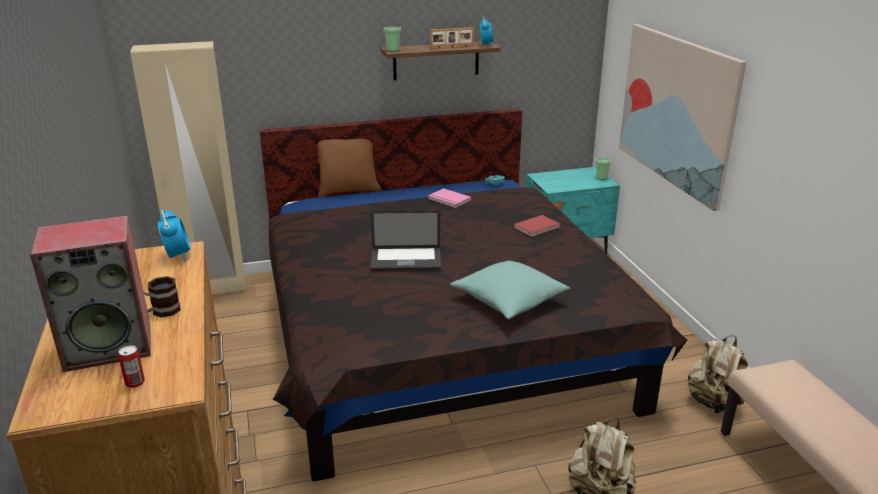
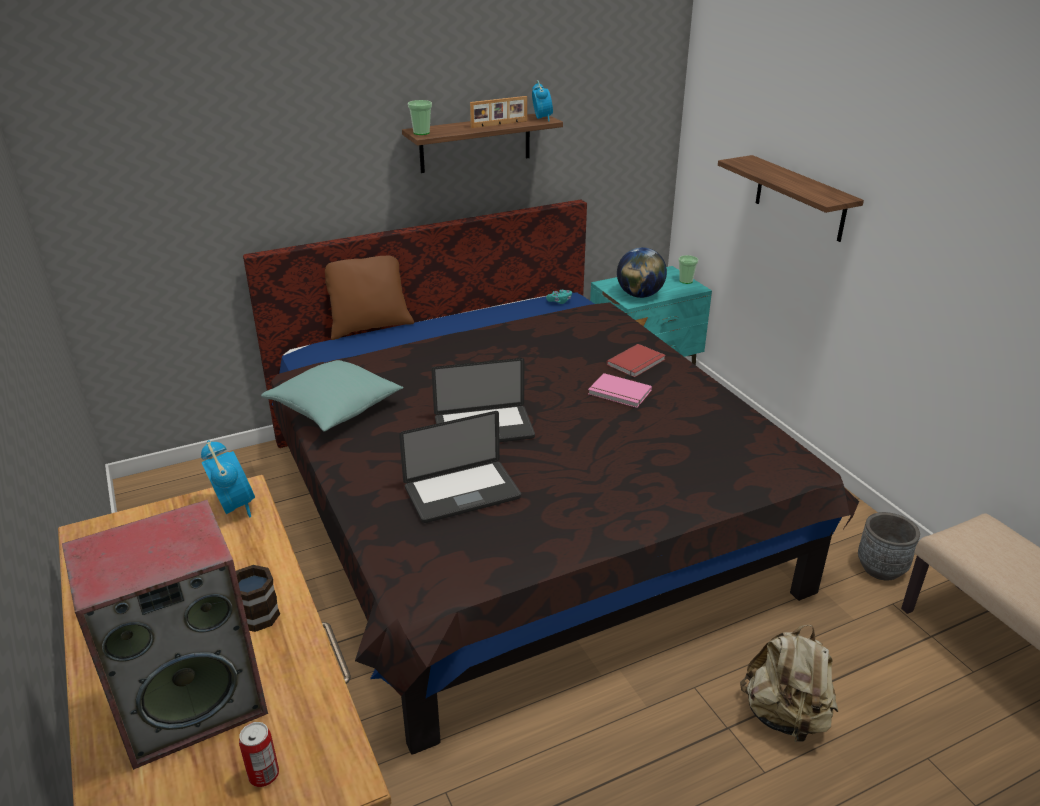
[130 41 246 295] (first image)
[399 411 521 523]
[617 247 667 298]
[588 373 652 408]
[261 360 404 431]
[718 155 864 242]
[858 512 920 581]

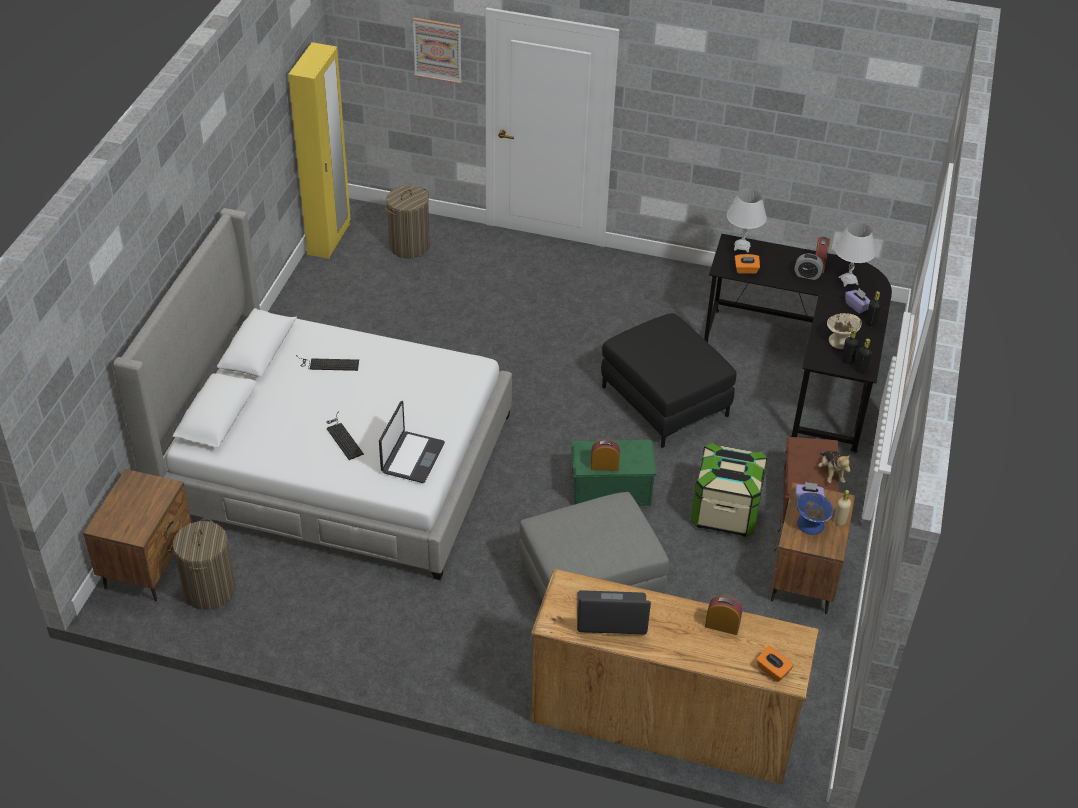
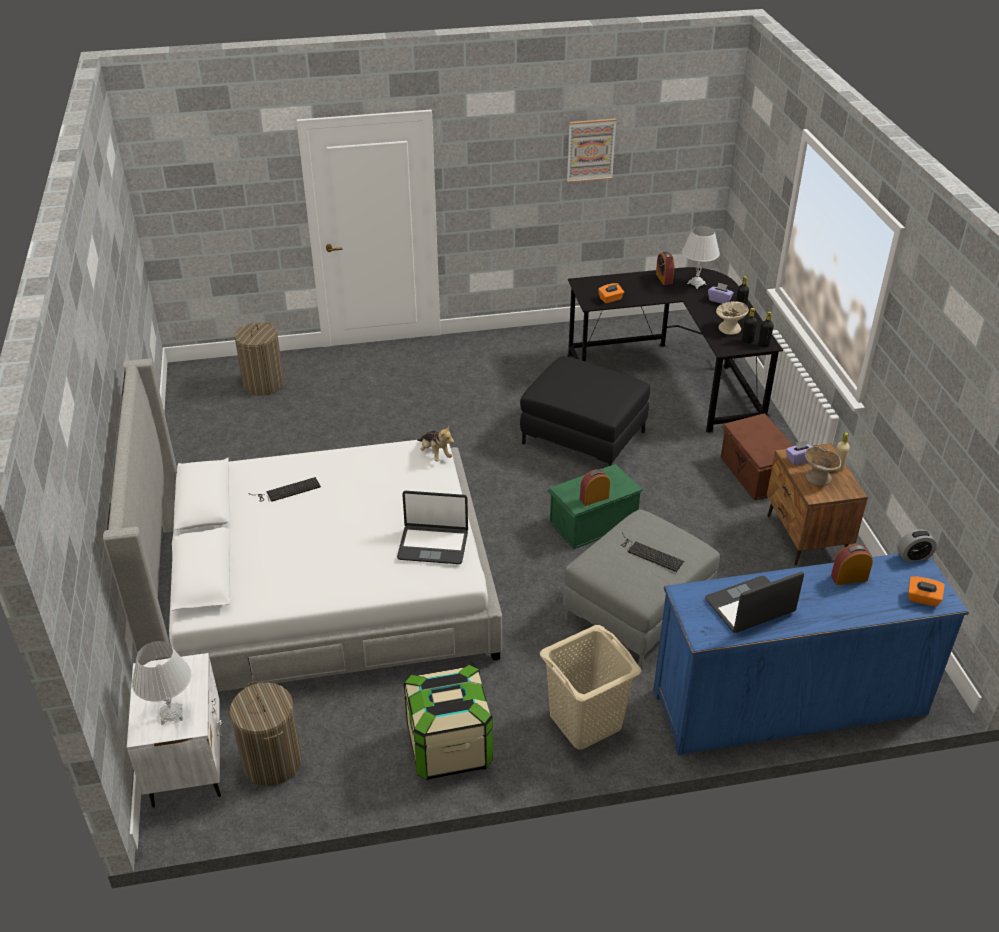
[288 42 351 259] (first image)
[540 625 641 750]
[621 532 684 572]
[567 118 617 183]
[404 665 493 780]
[132 641 191 725]
[897 530 937 562]
[417 426 454 462]
[127 653 222 808]
[653 553 969 755]
[805 446 841 486]
[397 491 468 564]

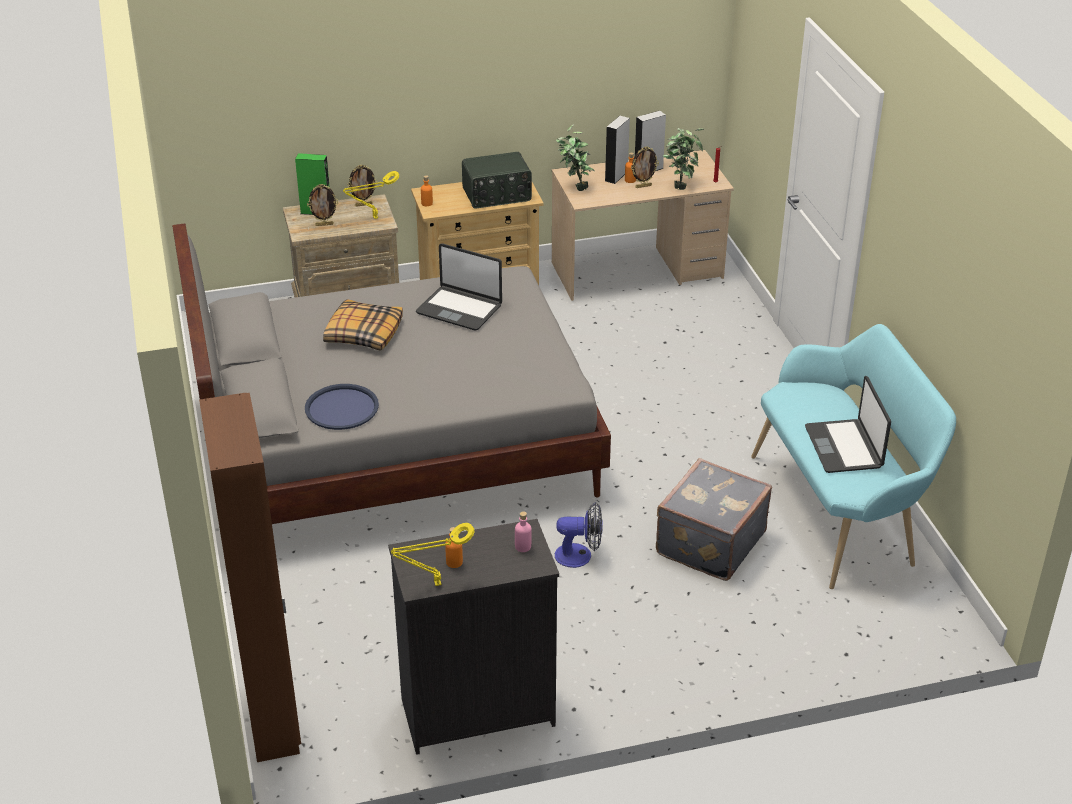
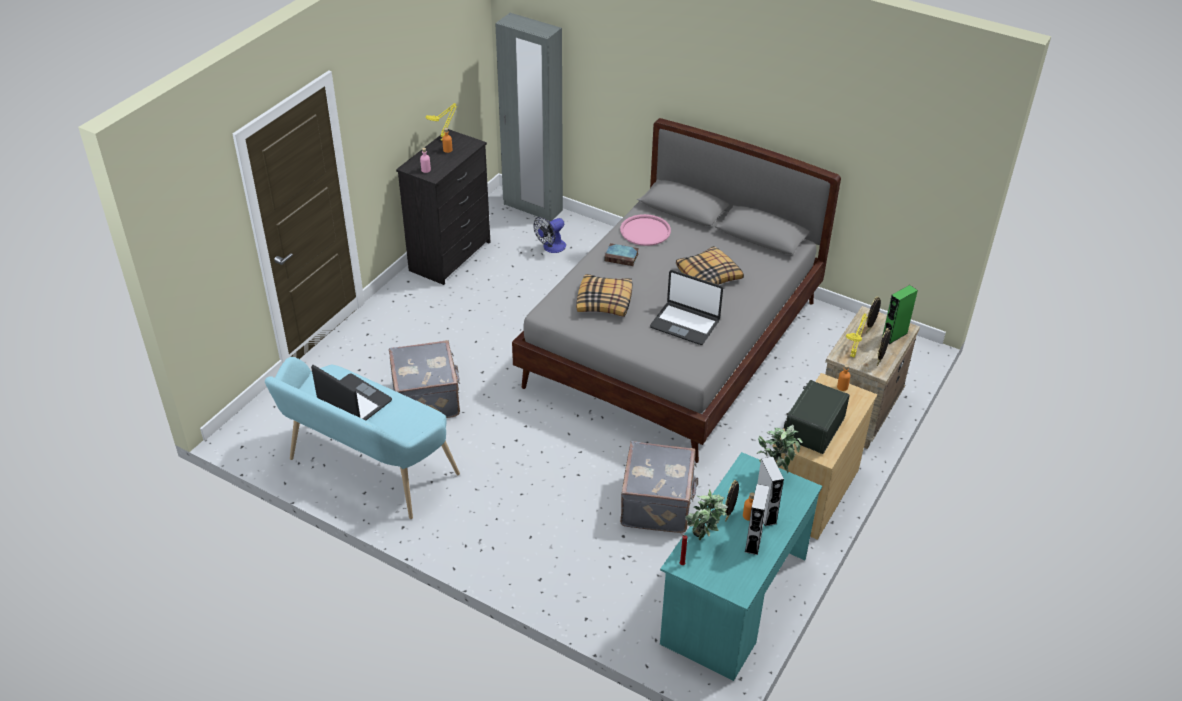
[576 274 633 317]
[604 243 639 266]
[620 441 698 533]
[533 217 566 253]
[495 13 563 221]
[620 214 671 246]
[660 452 822 681]
[650 270 723 345]

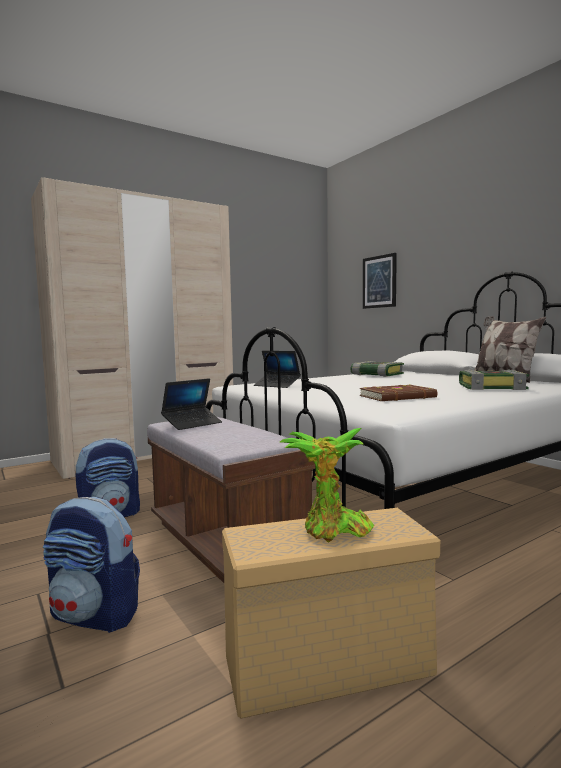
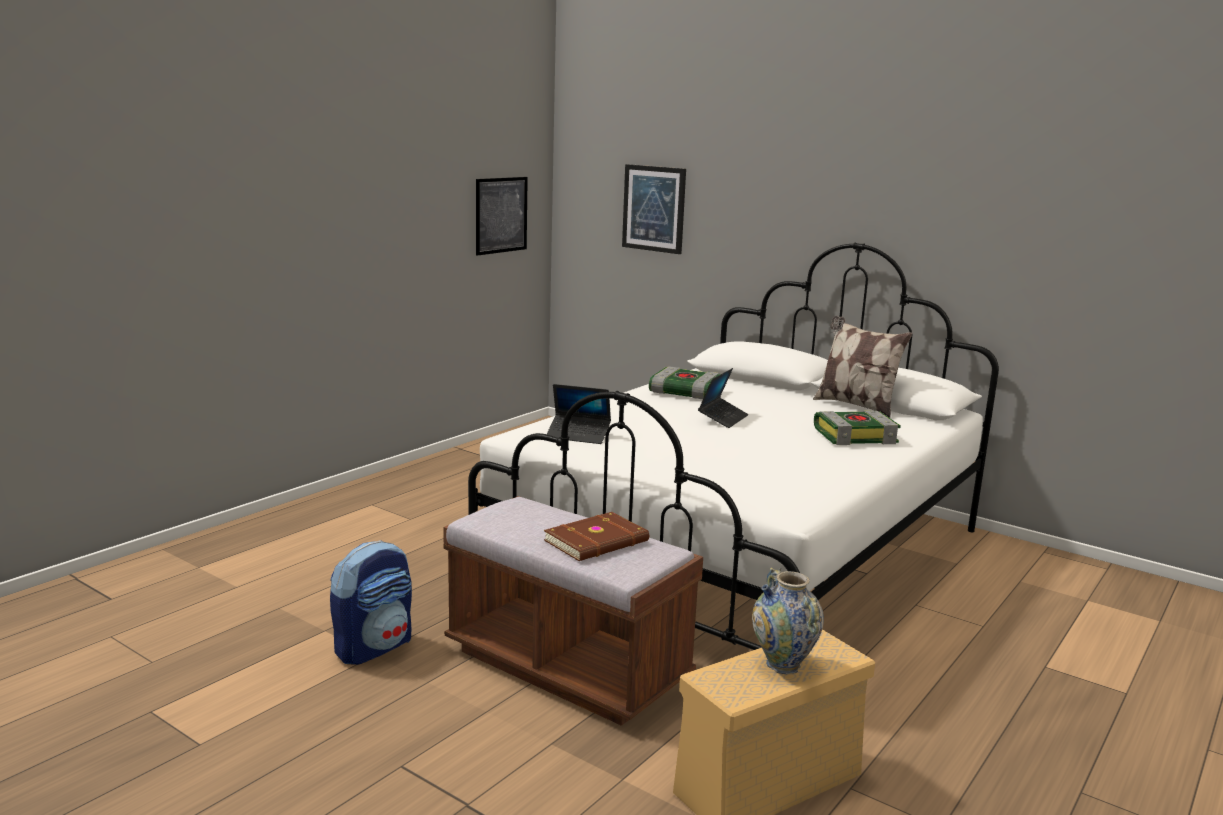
[31 177 233 479] (first image)
[43 497 140 633] (first image)
[476 177 528 256]
[698 368 749 428]
[544 512 649 561]
[752 567 824 674]

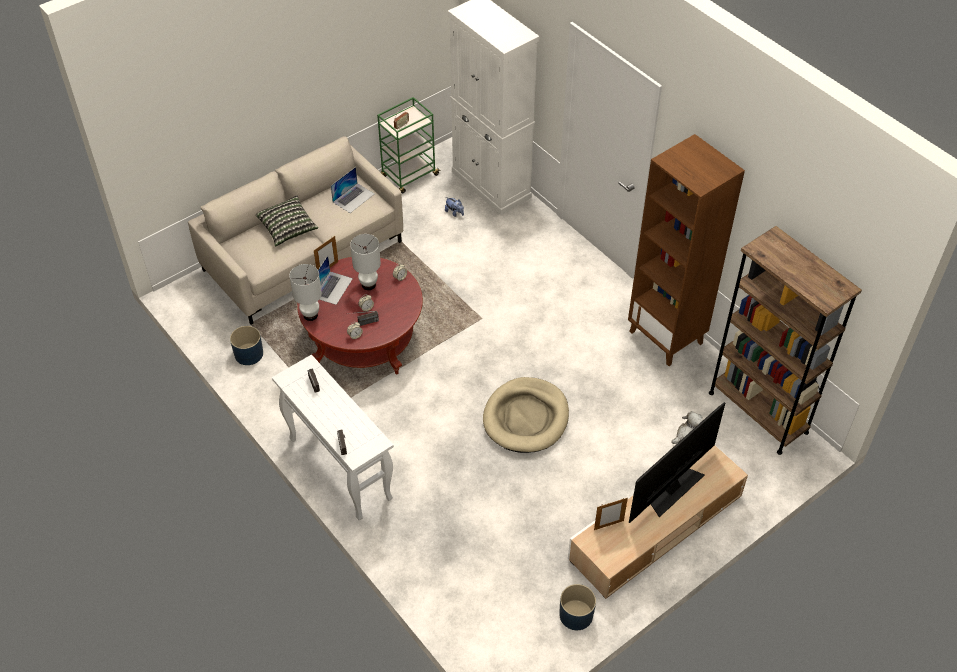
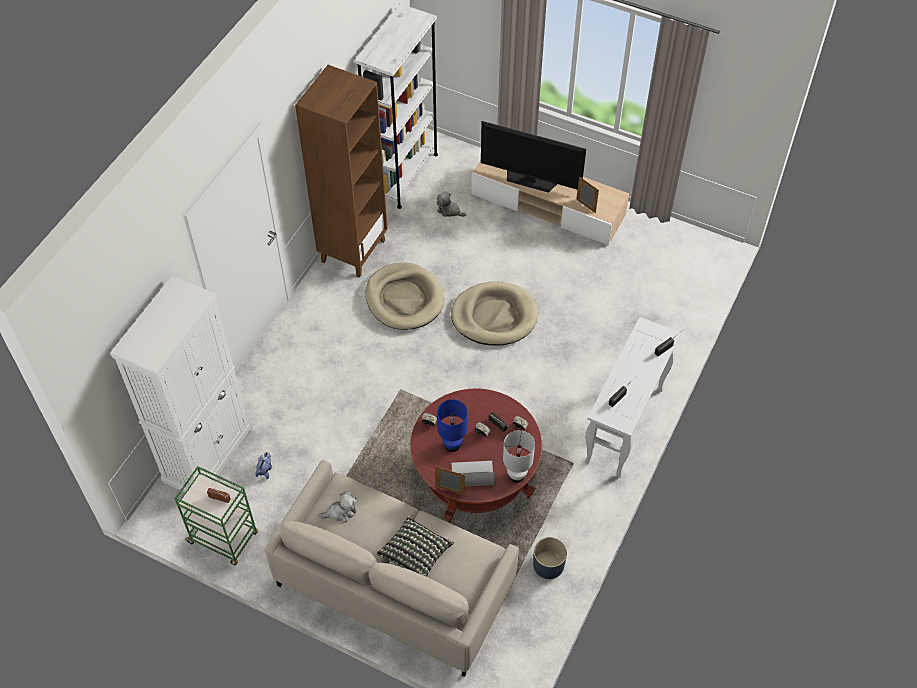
[559 584 596 630] (first image)
[366 262 445 330]
[318 492 357 523]
[437 399 468 452]
[355 4 438 209]

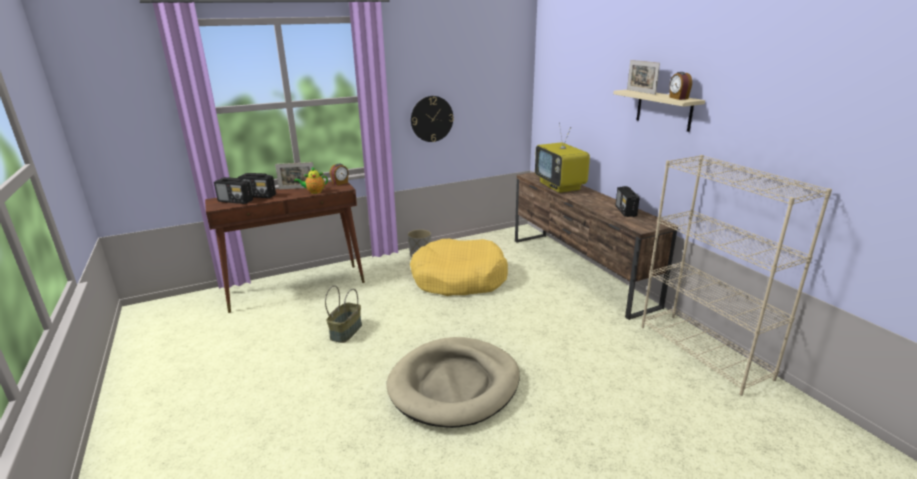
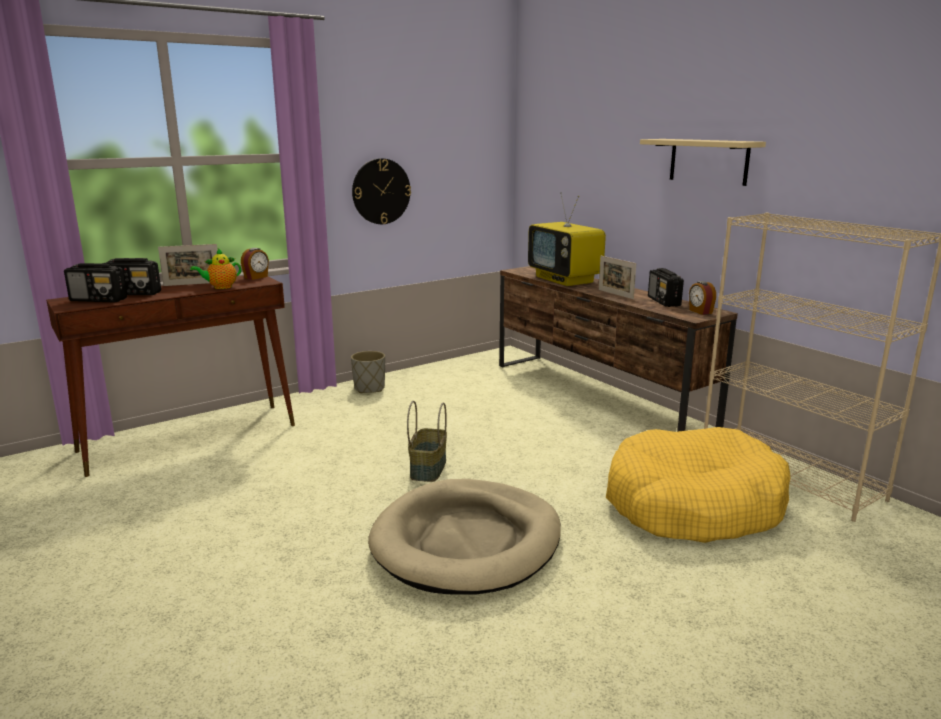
[407 401 447 482]
[606 427 790 543]
[599 256 636 299]
[689 281 716 315]

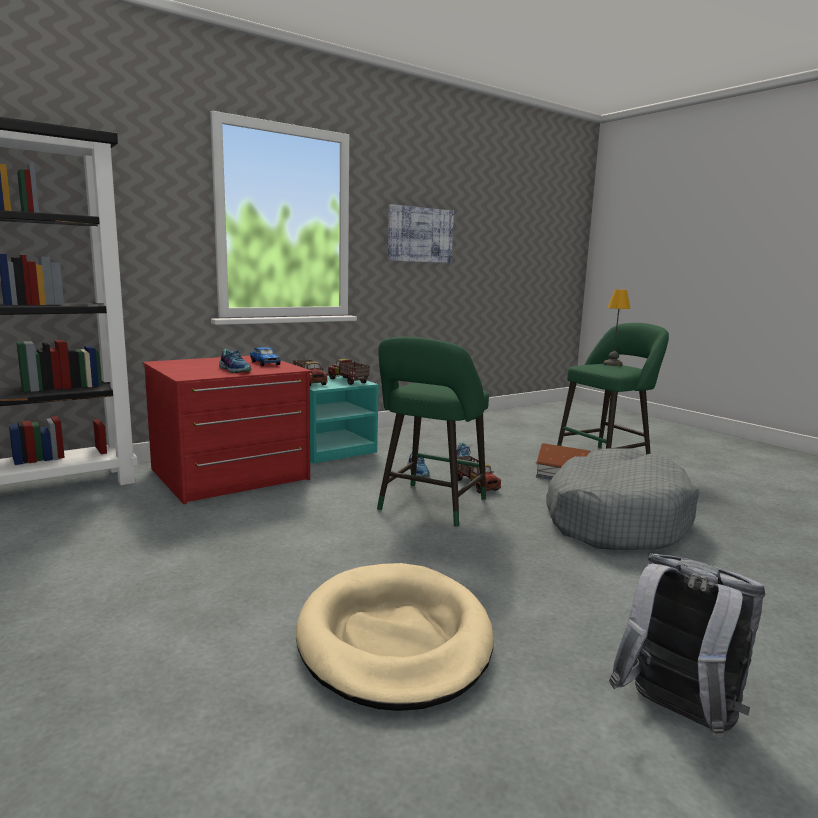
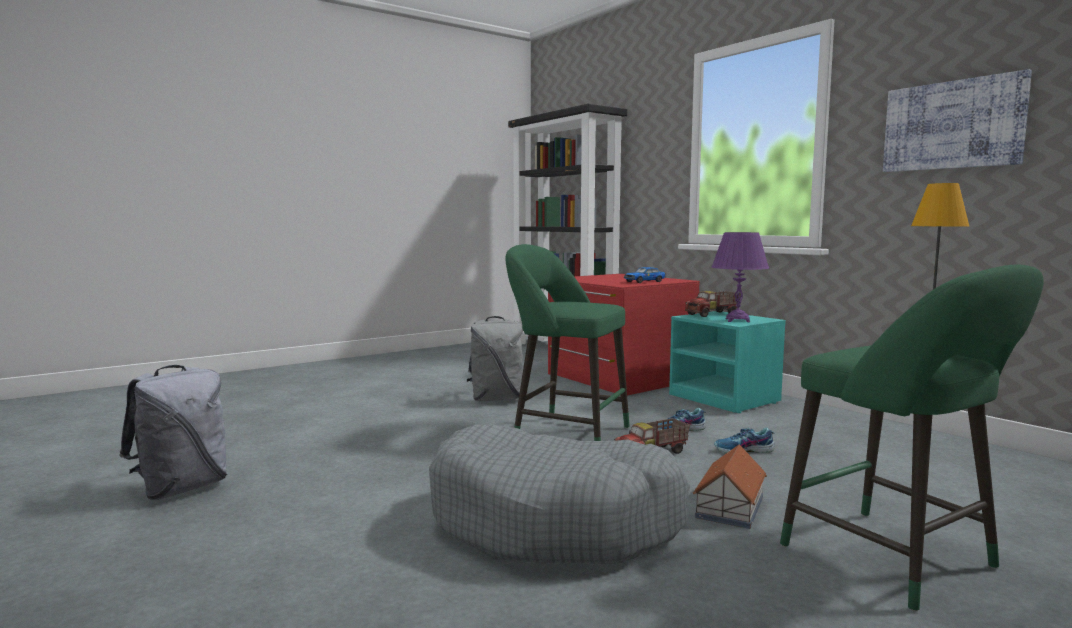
[219 348 252 373] (first image)
[296 563 494 711] (first image)
[467 316 523 401]
[711 232 769 322]

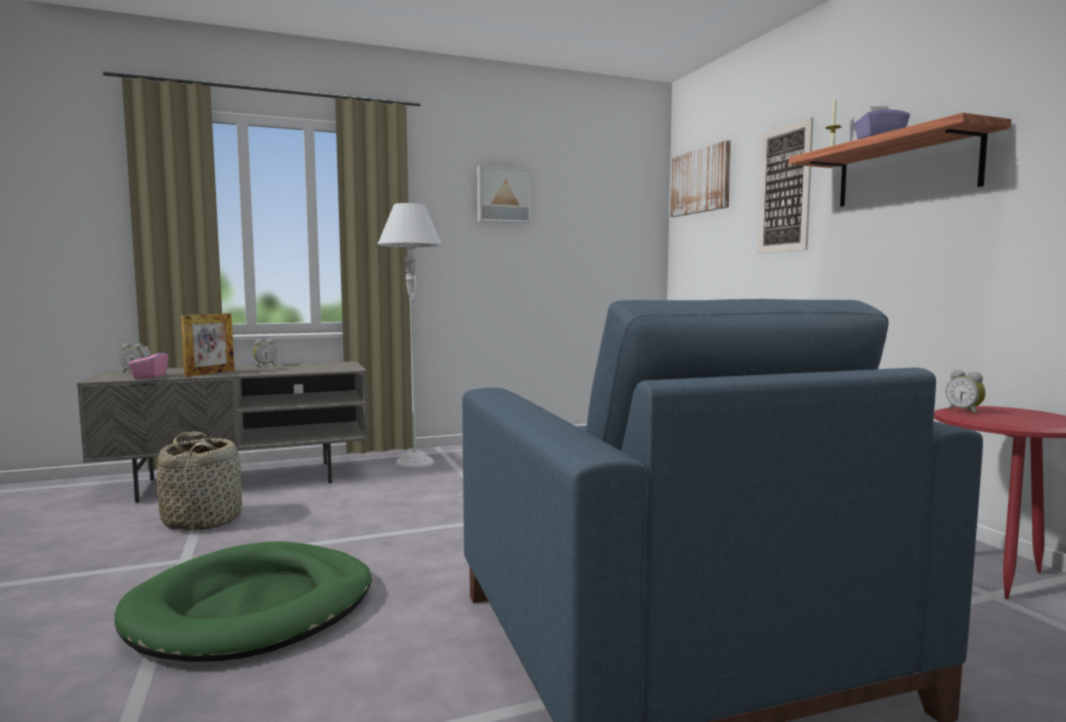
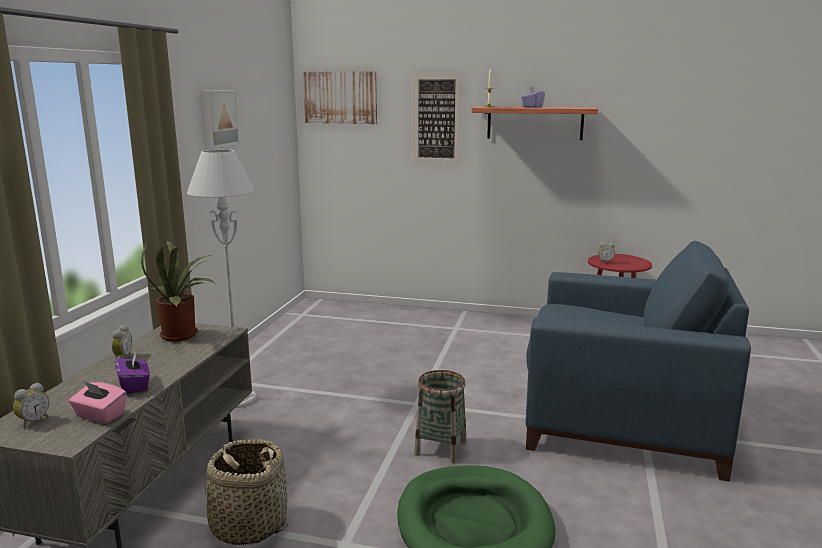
[141 241 214 341]
[414 370 467 463]
[115 353 150 394]

